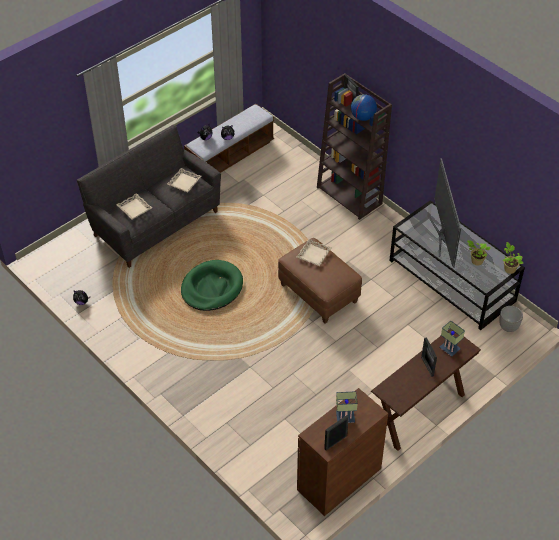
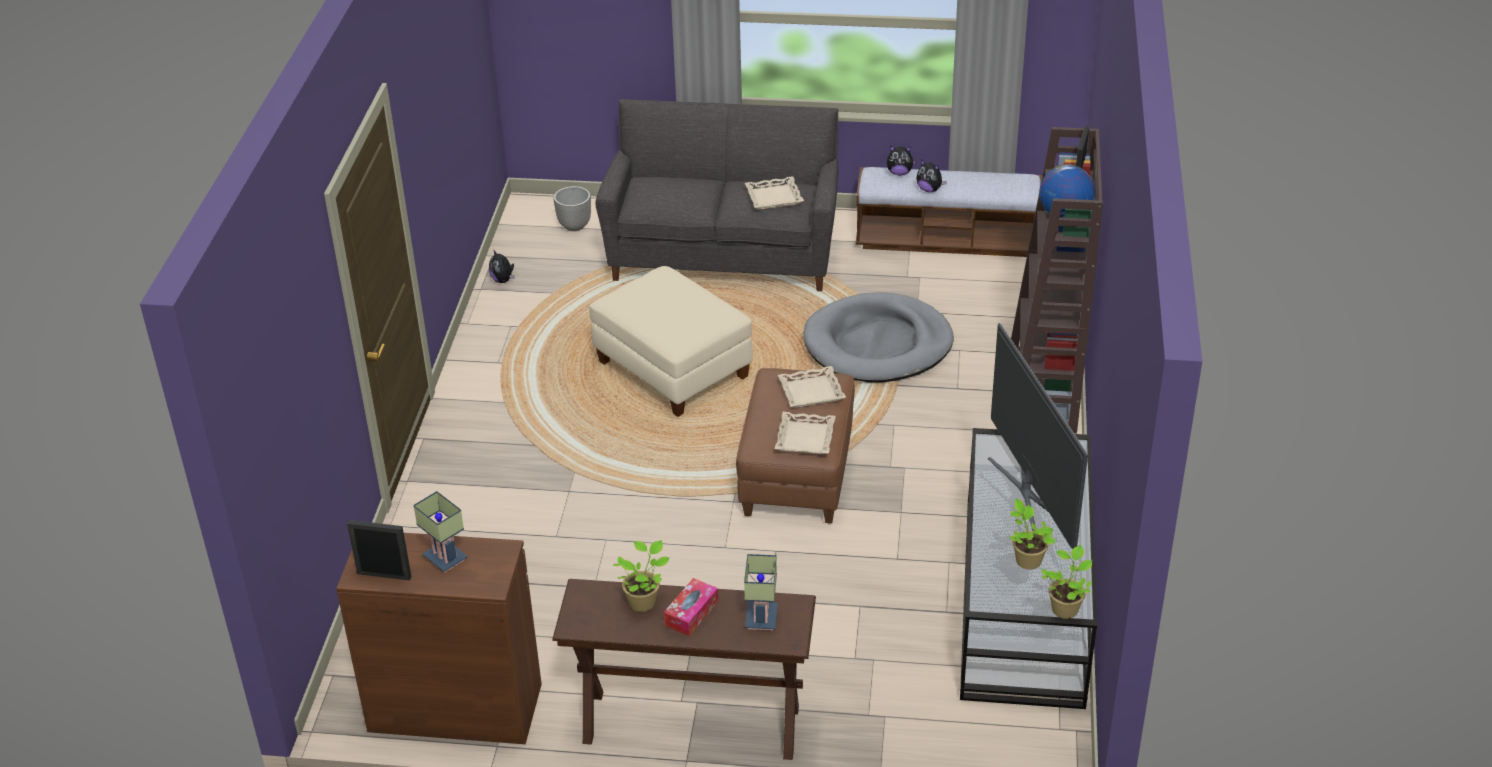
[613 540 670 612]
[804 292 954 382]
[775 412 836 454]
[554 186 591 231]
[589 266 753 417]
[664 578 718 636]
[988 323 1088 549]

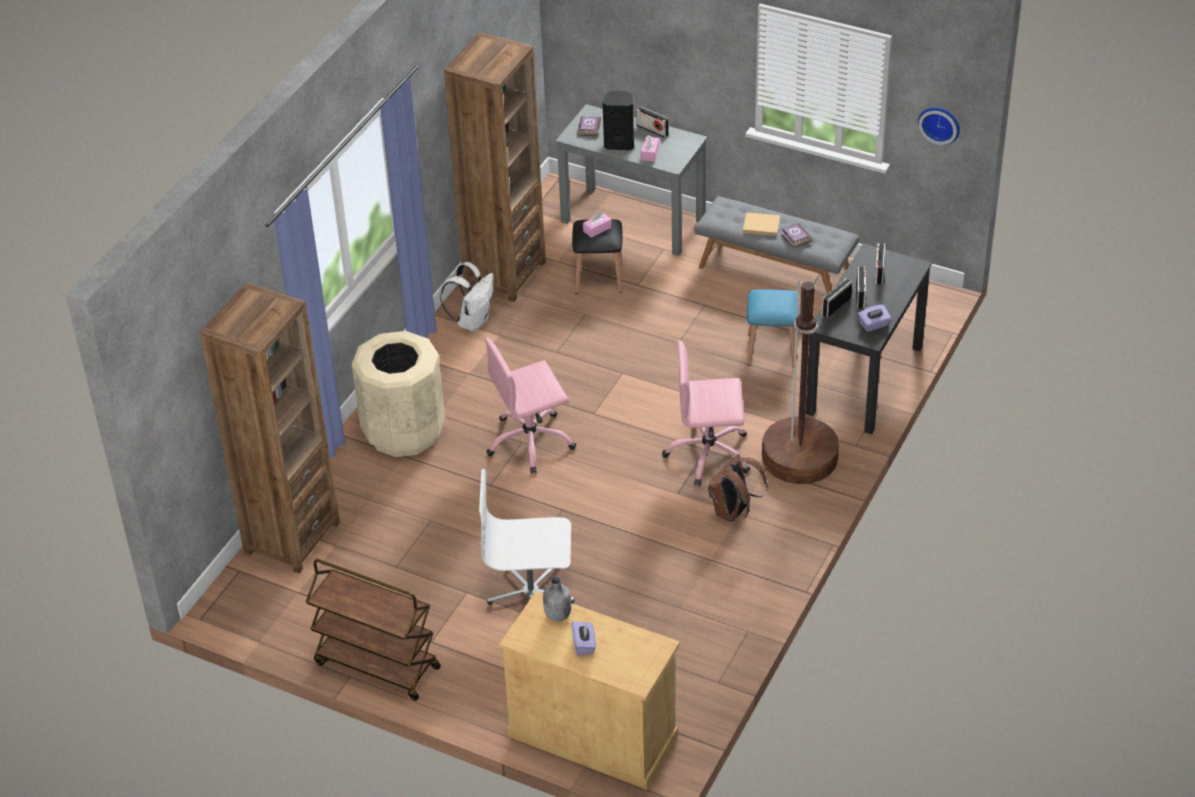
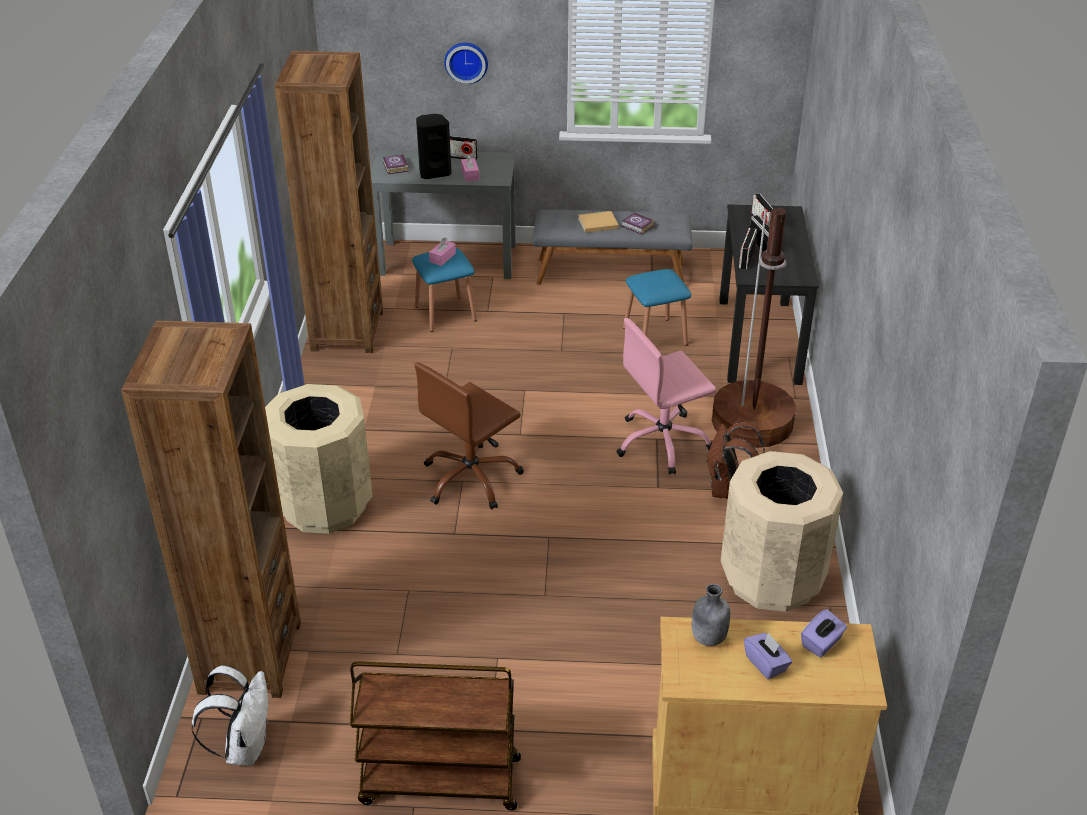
[479 469 574 605] (first image)
[721 451 843 612]
[191 665 268 766]
[801 609 847 657]
[444 43 488 84]
[414 362 524 510]
[412 248 477 332]

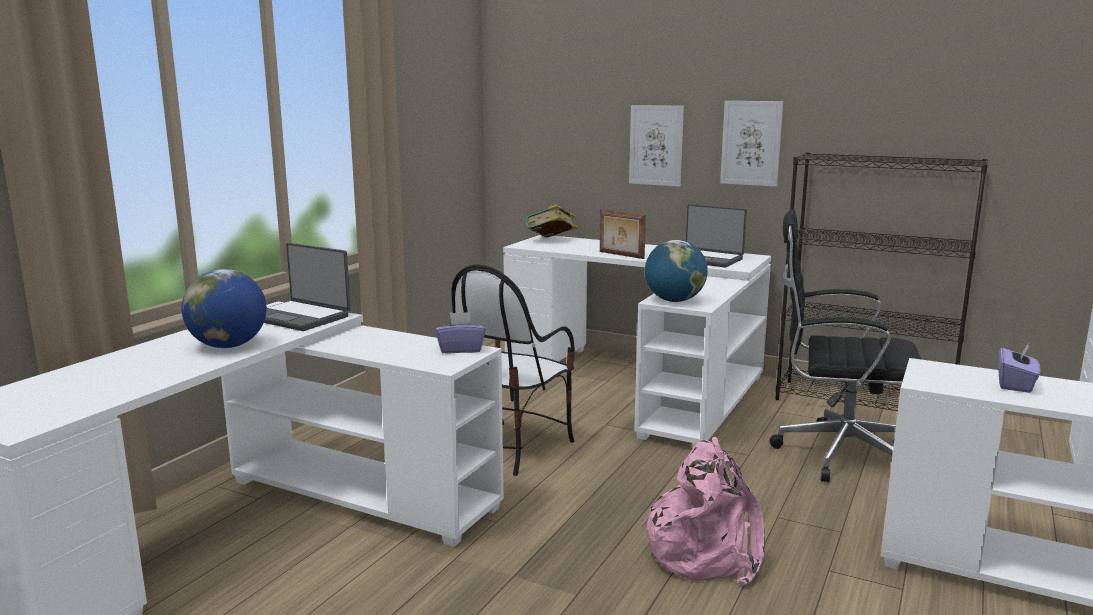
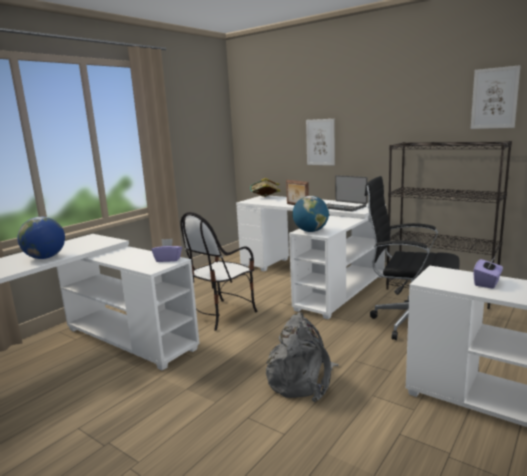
[264 243 351 331] (first image)
[471 65 520 129]
[266 312 339 402]

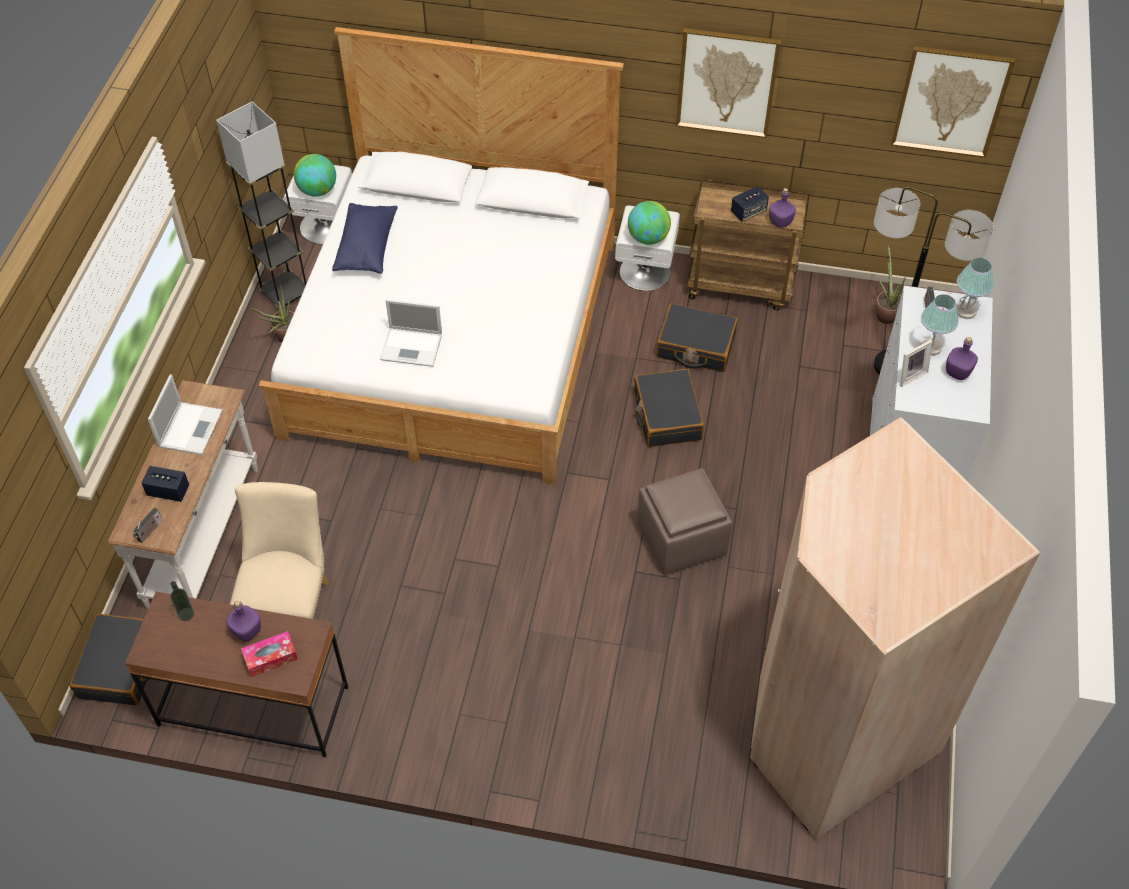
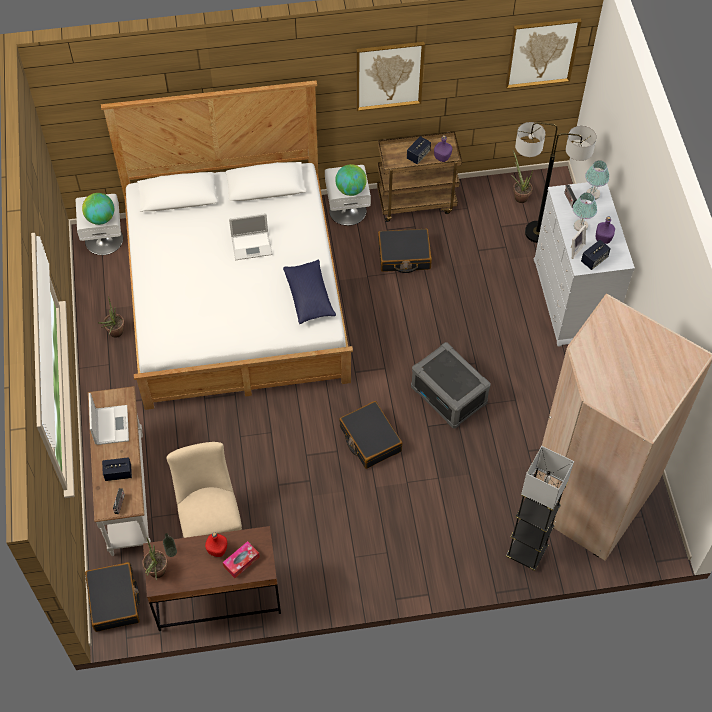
[142 538 168 580]
[581 240 611 270]
[506 446 574 571]
[283 260 336 324]
[229 213 272 260]
[339 401 403 469]
[411 342 491 428]
[205 532 227 557]

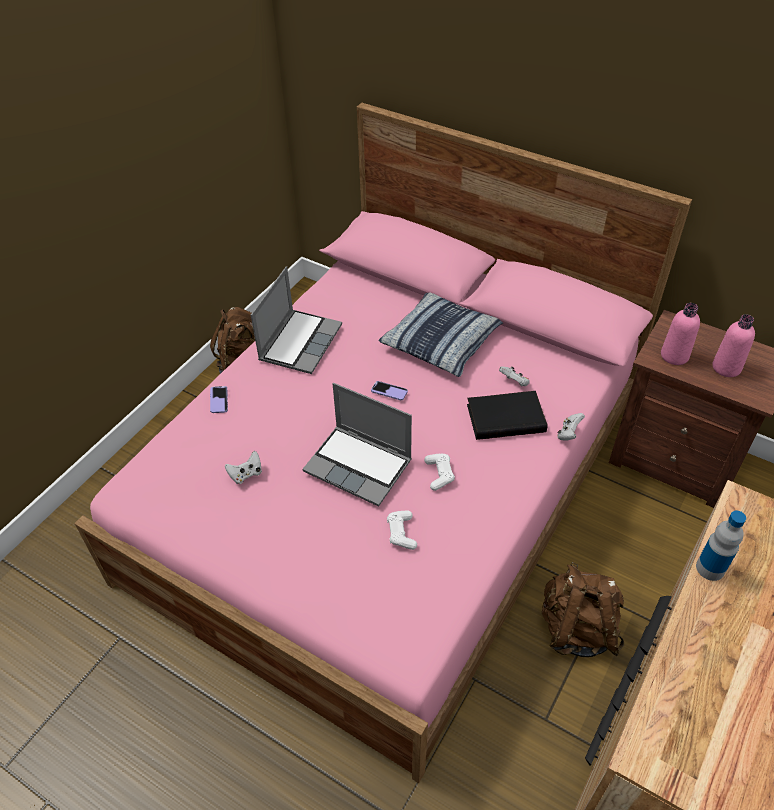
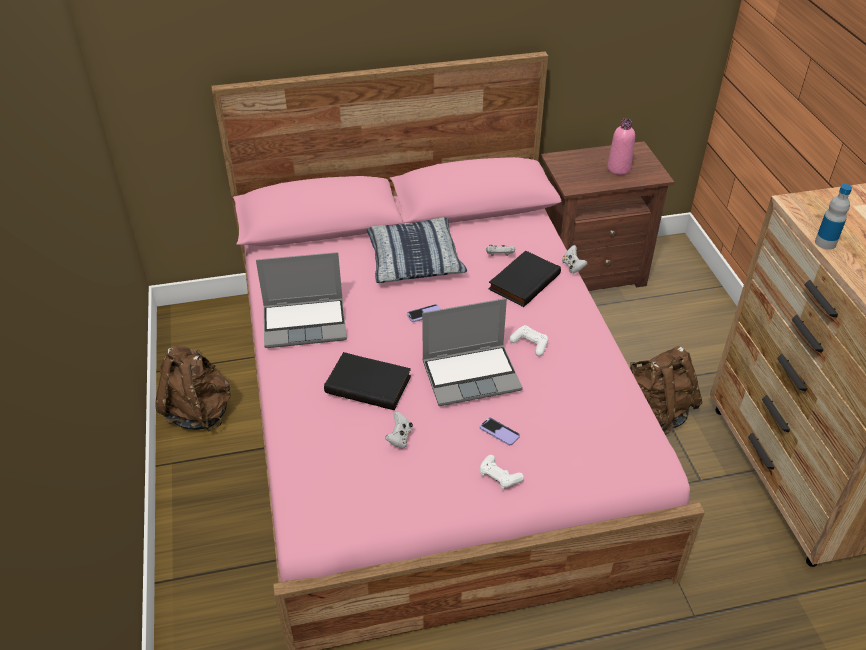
[661 303 700 365] (first image)
[324 352 411 410]
[480 418 520 445]
[480 455 524 490]
[256 252 347 348]

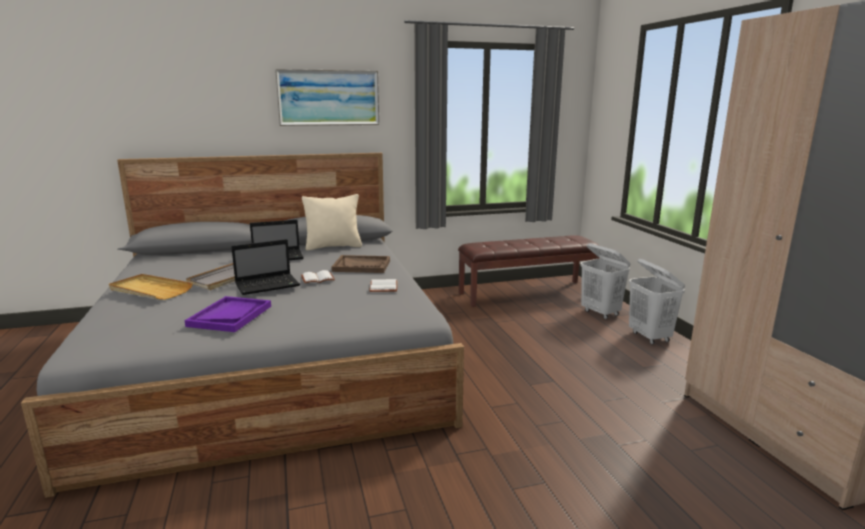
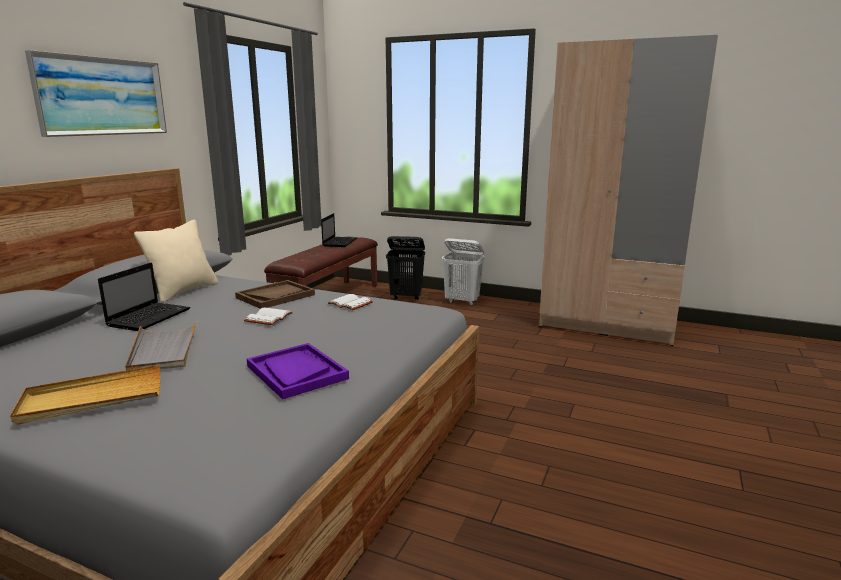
[321 213 357 247]
[386 236 425 300]

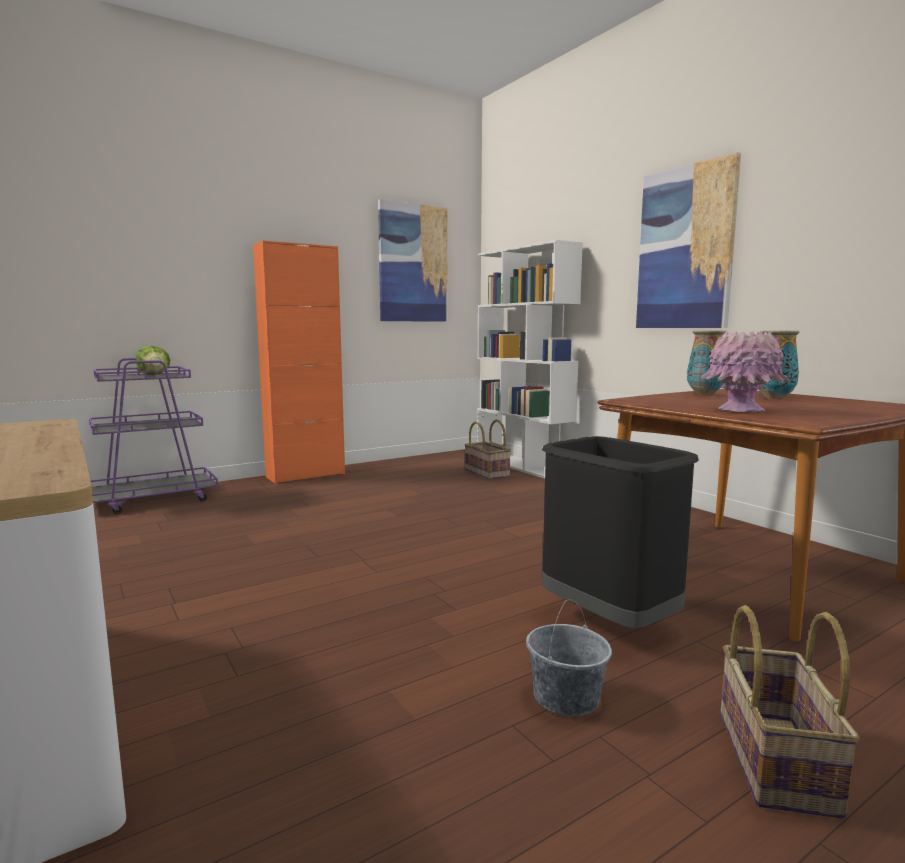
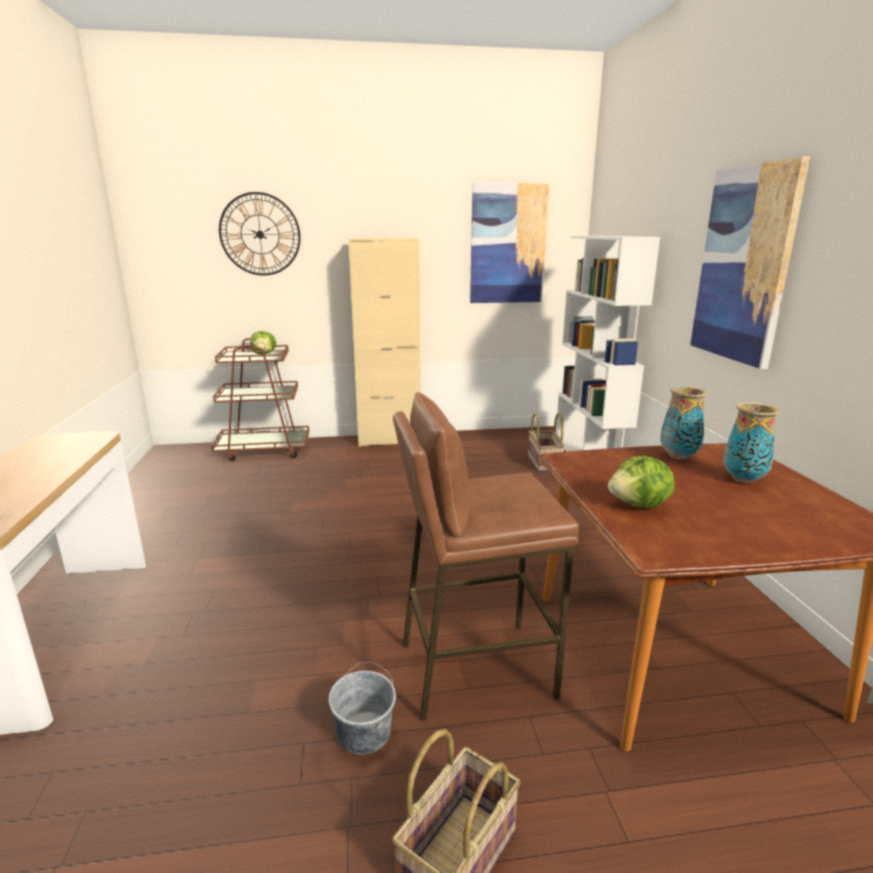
[219 192 301 276]
[393 392 579 721]
[608 456 674 508]
[211 338 309 461]
[348 238 420 447]

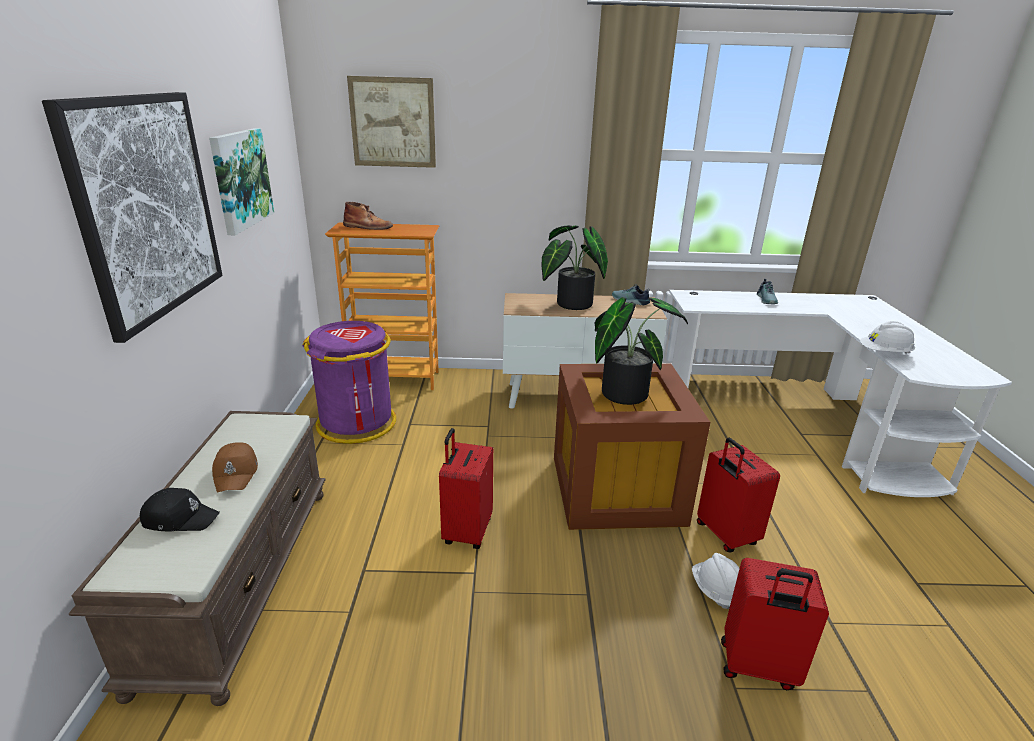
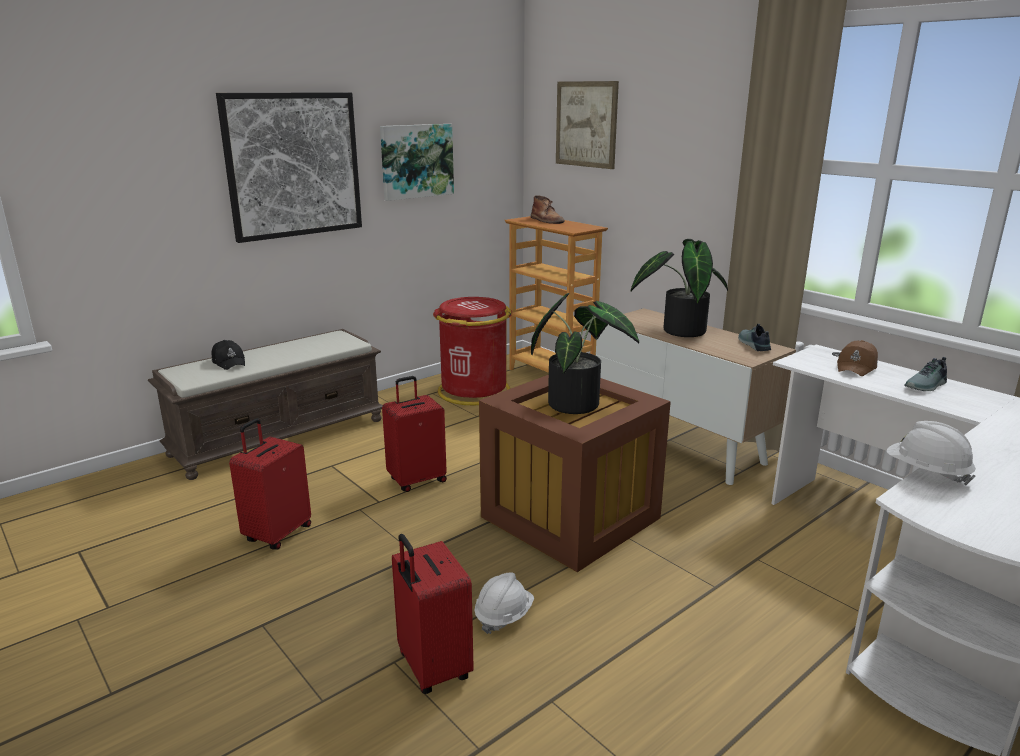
[837 340 878 376]
[229 418 311 550]
[433 297 512 405]

